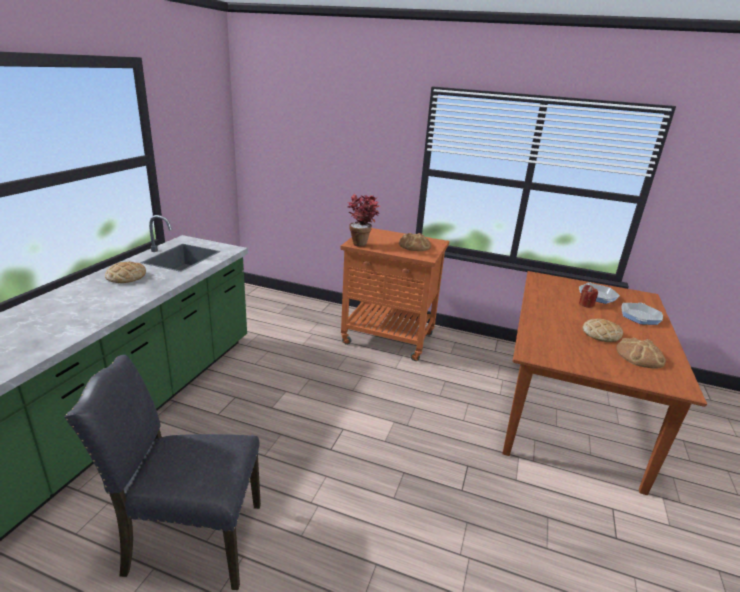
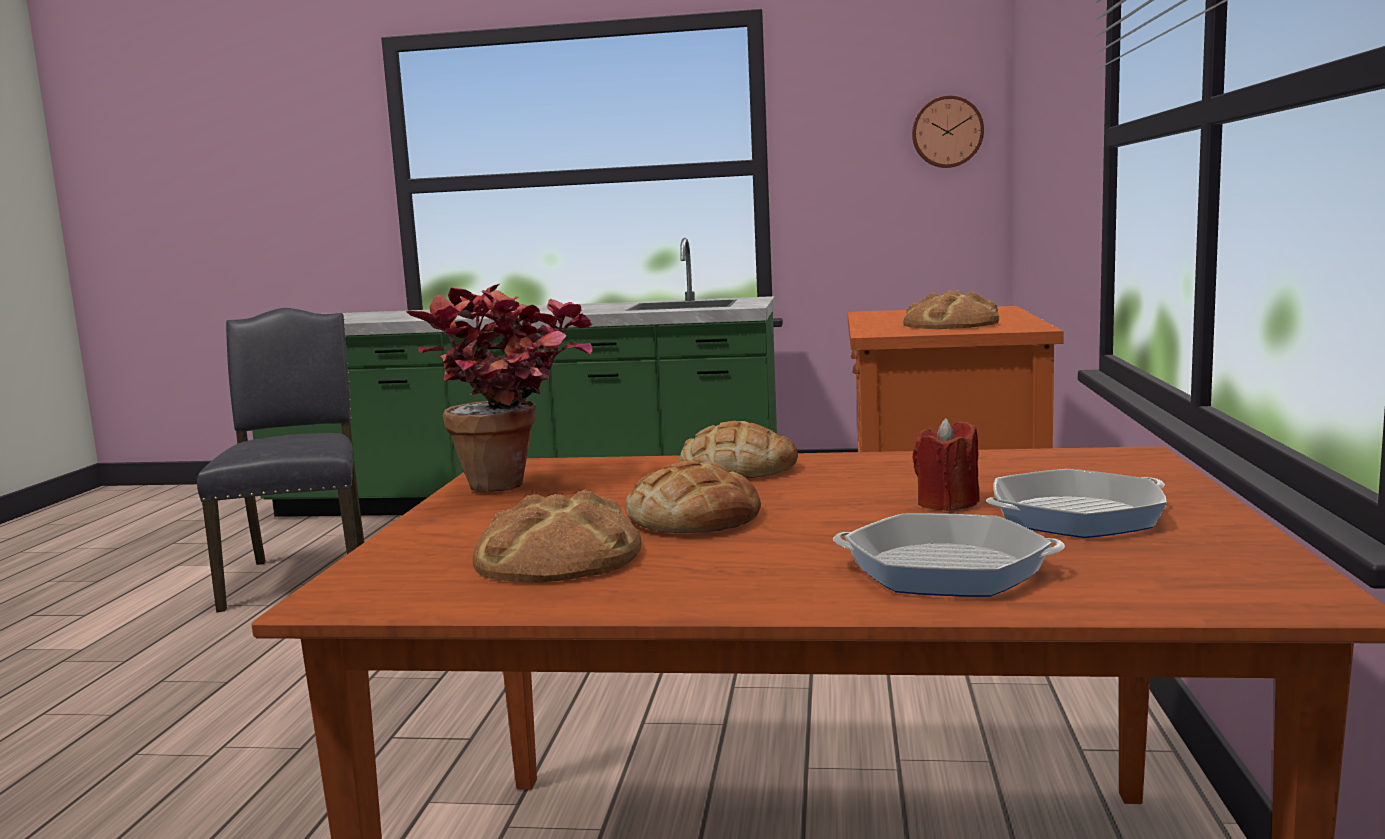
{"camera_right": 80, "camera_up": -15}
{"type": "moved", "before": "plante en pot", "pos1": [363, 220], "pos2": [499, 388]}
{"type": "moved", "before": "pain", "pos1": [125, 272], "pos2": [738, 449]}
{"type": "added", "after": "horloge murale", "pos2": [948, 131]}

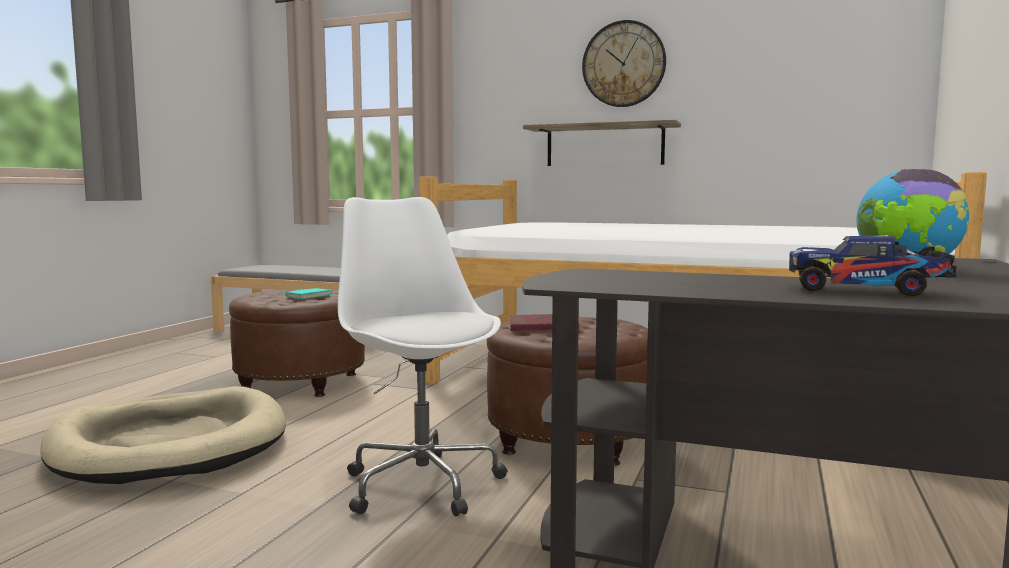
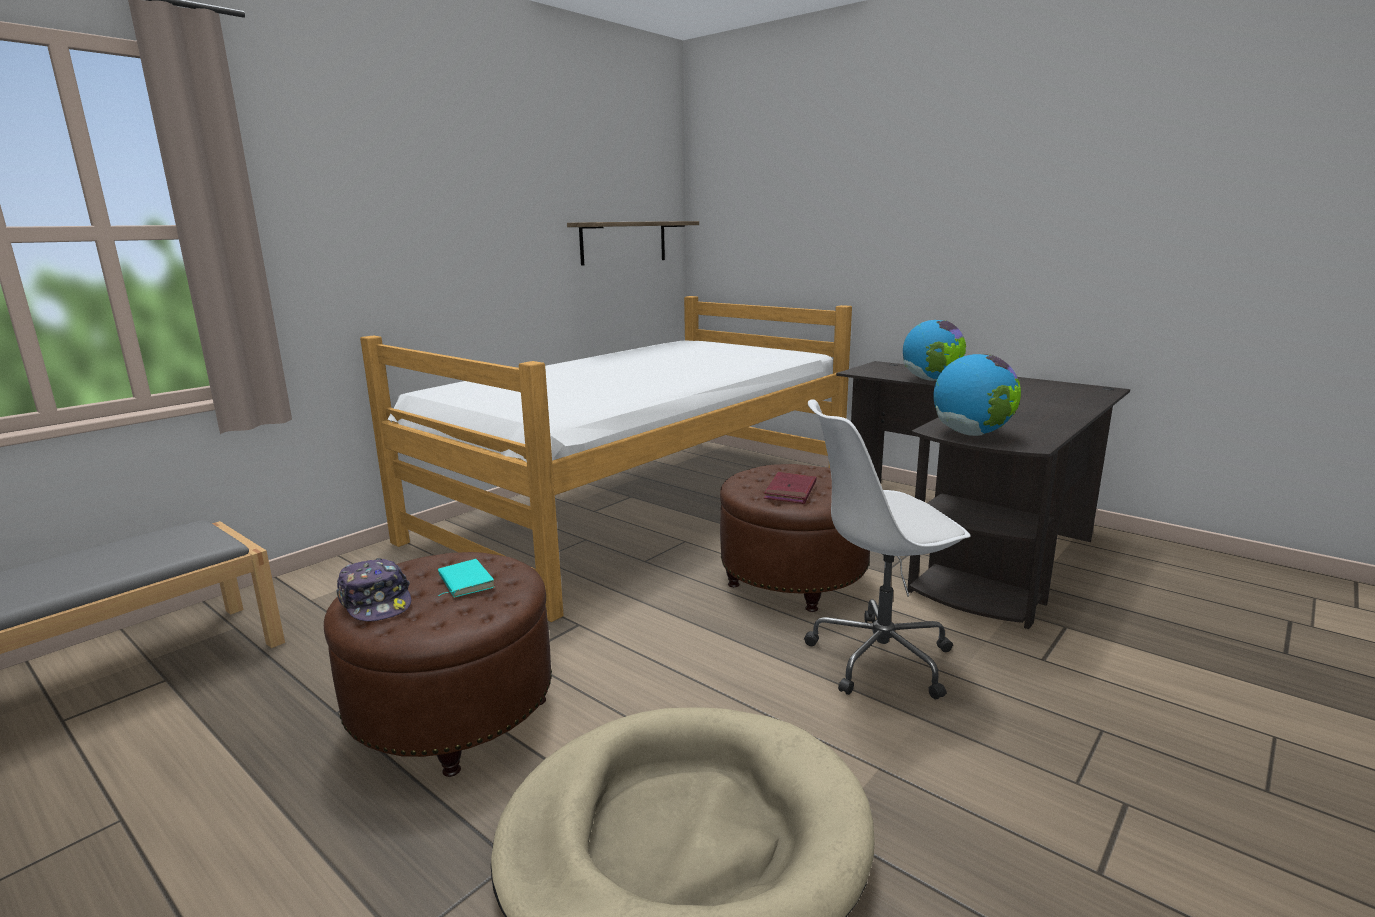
{"camera_right": -70, "camera_up": 10}
{"type": "removed", "before": "horloge murale", "pos1": [624, 63]}
{"type": "moved", "before": "étagère", "pos1": [602, 143], "pos2": [633, 243]}
{"type": "removed", "before": "camion jouet", "pos1": [873, 266]}
{"type": "added", "after": "globe", "pos2": [977, 395]}
{"type": "added", "after": "casquette", "pos2": [373, 589]}

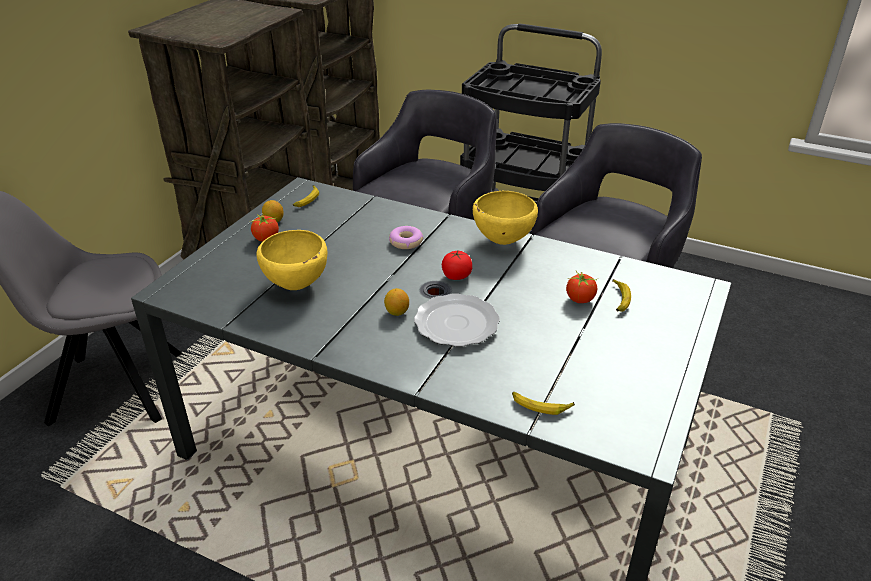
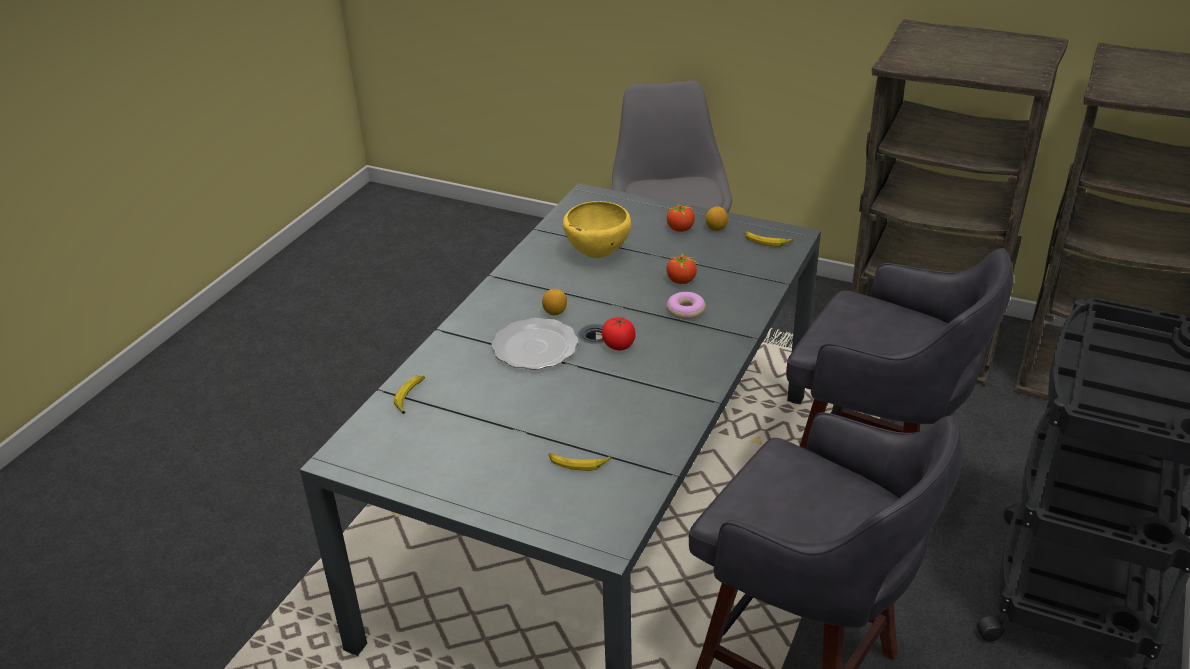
{"camera_right": 90, "camera_up": 0}
{"type": "removed", "before": "bol/jaune", "pos1": [505, 218]}
{"type": "moved", "before": "tomate", "pos1": [582, 287], "pos2": [682, 268]}

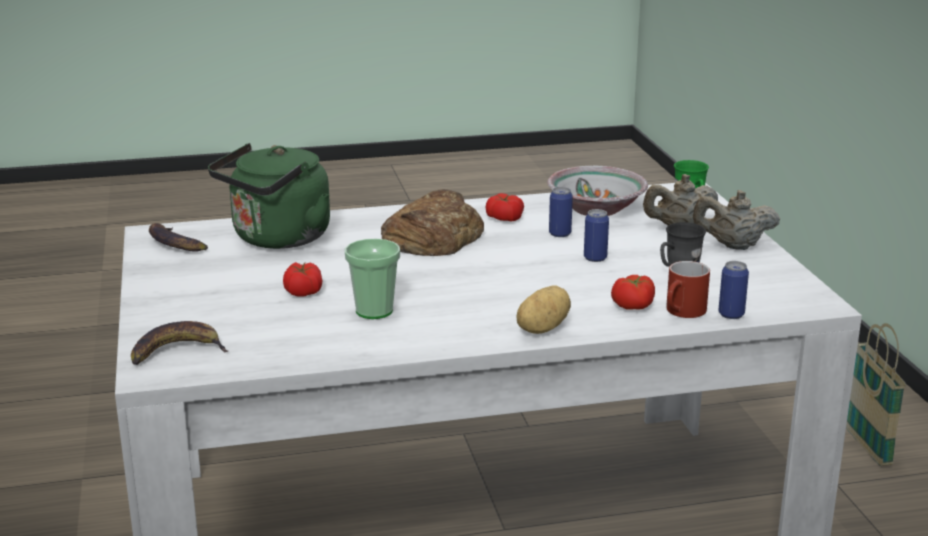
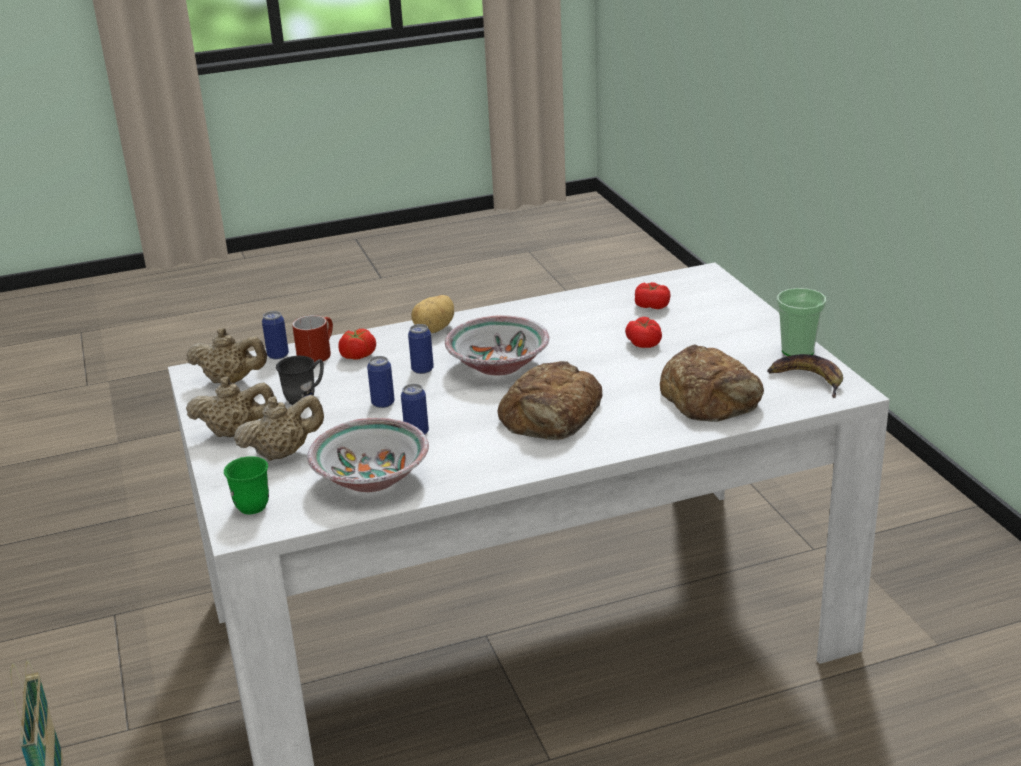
{"camera_right": 175, "camera_up": 5}
{"type": "replaced", "before": "bouilloire/vert", "after": "pain", "pos1": [269, 196], "pos2": [712, 383]}
{"type": "moved", "before": "tomate", "pos1": [505, 207], "pos2": [653, 295]}
{"type": "moved", "before": "tasse", "pos1": [372, 279], "pos2": [801, 322]}
{"type": "removed", "before": "banane", "pos1": [179, 343]}
{"type": "added", "after": "bol", "pos2": [497, 345]}
{"type": "added", "after": "boîte métallique", "pos2": [421, 349]}
{"type": "added", "after": "théière/beige", "pos2": [226, 355]}

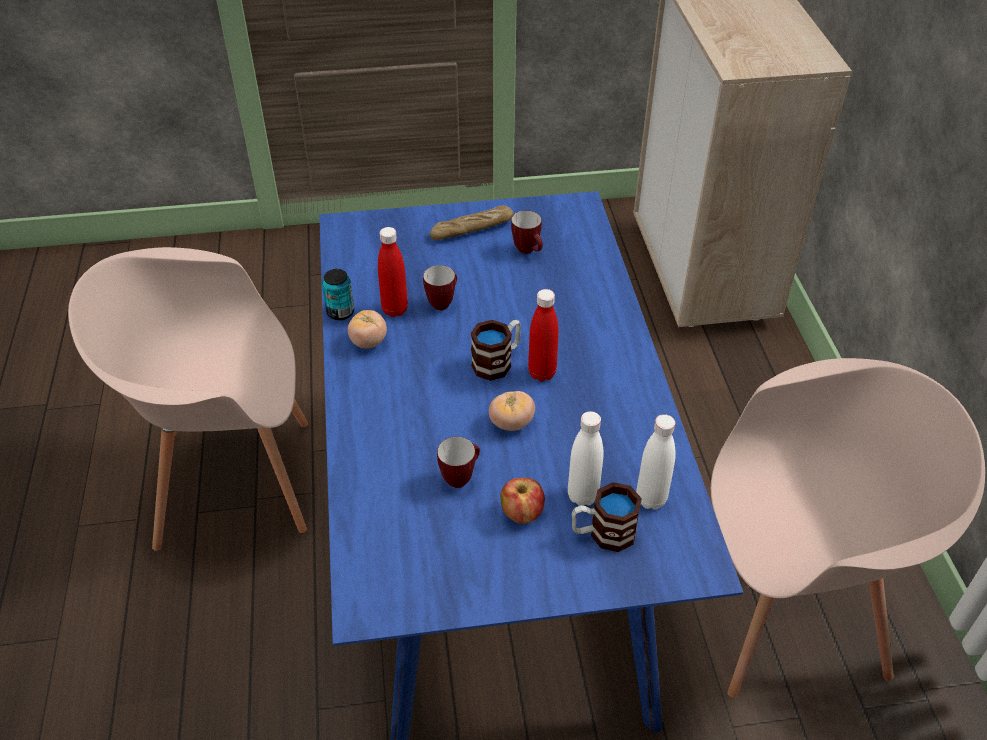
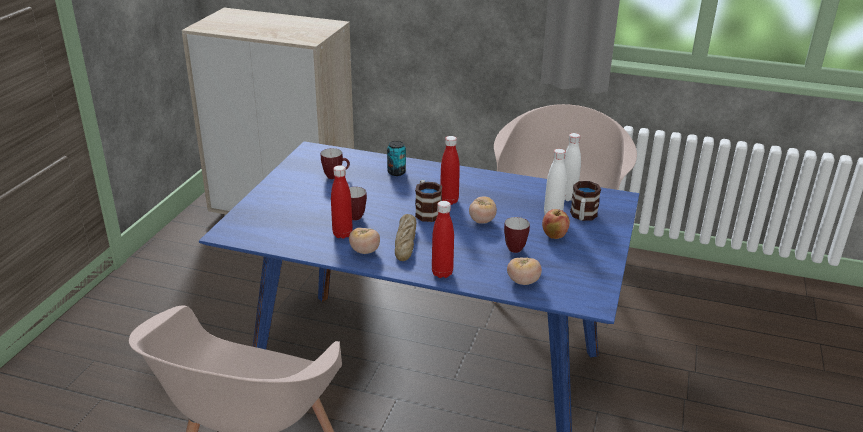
{"camera_right": -65, "camera_up": -15}
{"type": "moved", "before": "pain", "pos1": [472, 222], "pos2": [405, 237]}
{"type": "moved", "before": "boîte métallique", "pos1": [338, 294], "pos2": [396, 158]}
{"type": "added", "after": "bouteille/rouge", "pos2": [443, 239]}
{"type": "added", "after": "tomate", "pos2": [524, 271]}

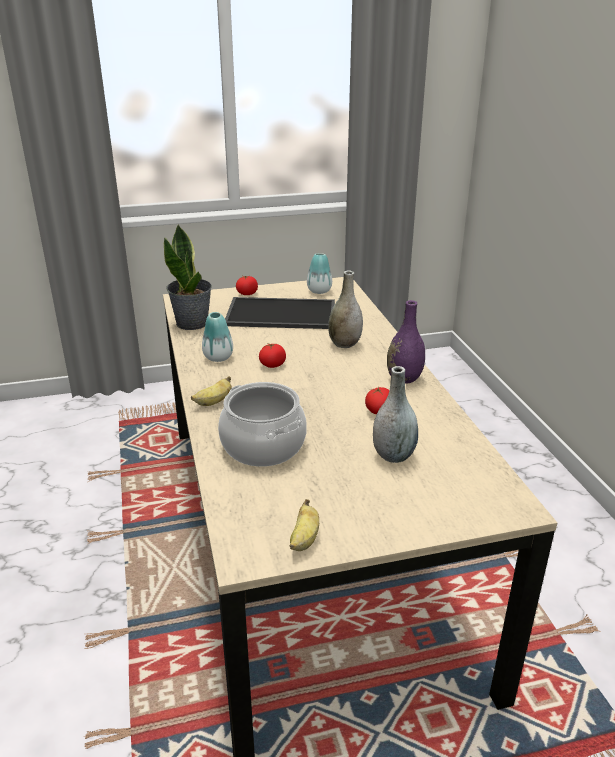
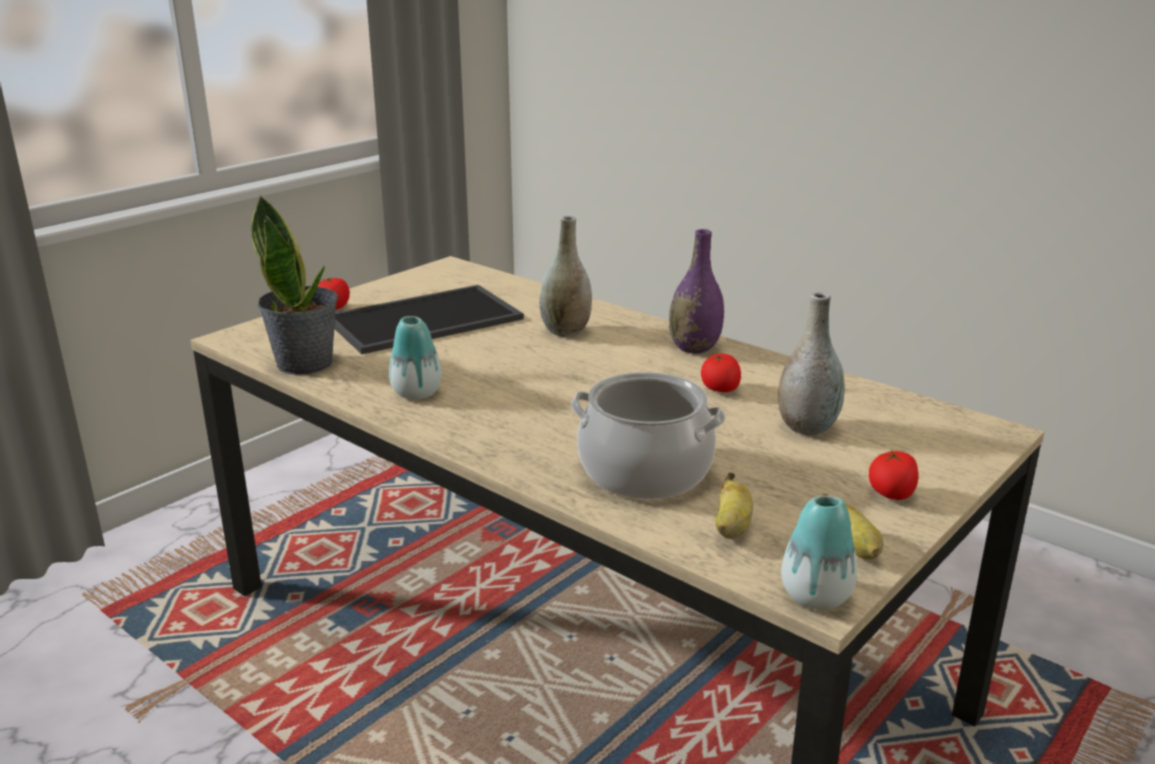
{"camera_right": -35, "camera_up": -5}
{"type": "moved", "before": "vase", "pos1": [319, 273], "pos2": [819, 552]}
{"type": "moved", "before": "tomate", "pos1": [272, 355], "pos2": [893, 475]}
{"type": "moved", "before": "banane", "pos1": [211, 391], "pos2": [734, 505]}

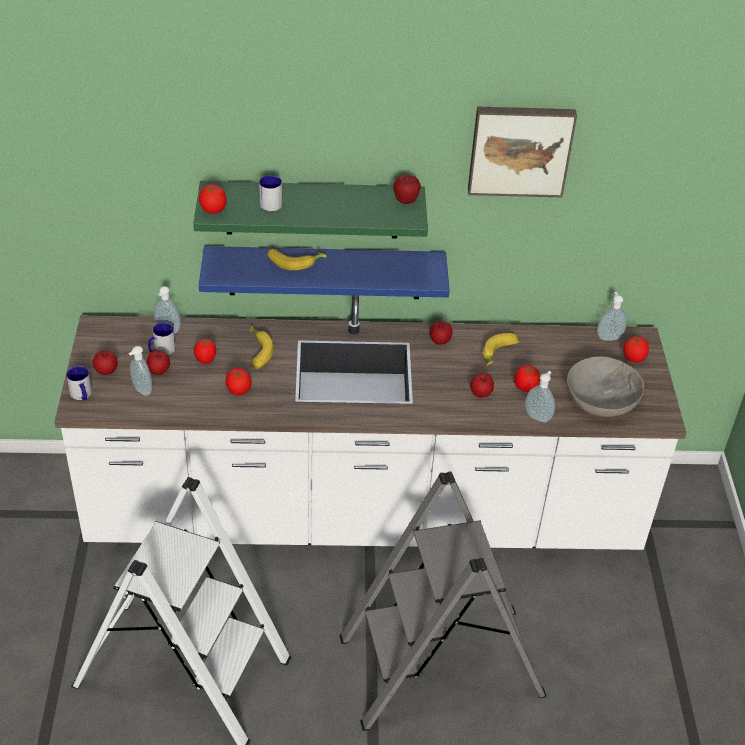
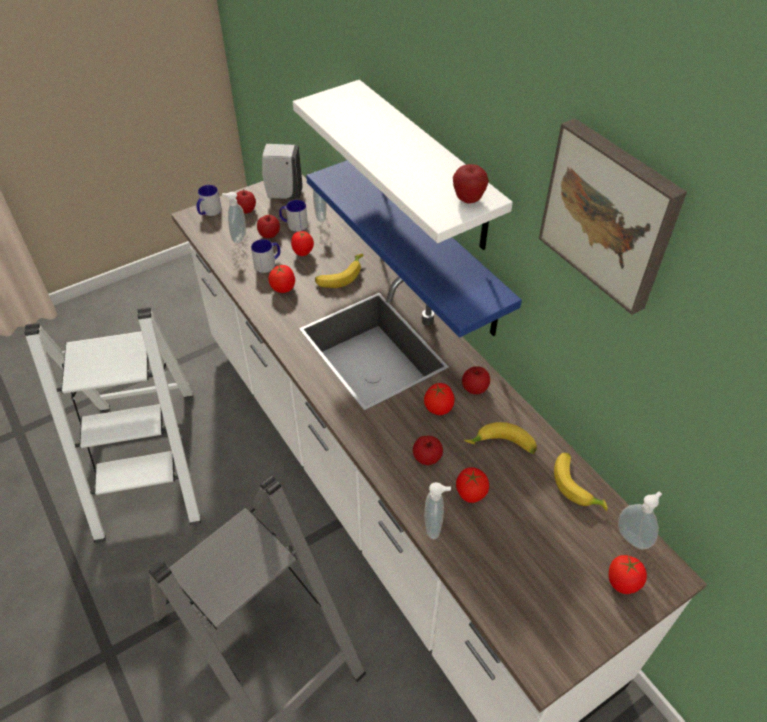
{"camera_right": 60, "camera_up": 5}
{"type": "moved", "before": "mug", "pos1": [270, 193], "pos2": [265, 256]}
{"type": "recoloured", "before": "étagère/vert", "after": "étagère/blanc", "pos1": [310, 209], "pos2": [403, 165]}
{"type": "moved", "before": "tomate", "pos1": [213, 199], "pos2": [439, 399]}
{"type": "moved", "before": "banane", "pos1": [297, 260], "pos2": [581, 481]}
{"type": "removed", "before": "bol/gris", "pos1": [605, 386]}
{"type": "added", "after": "distributeur de savon/blanc", "pos2": [282, 171]}

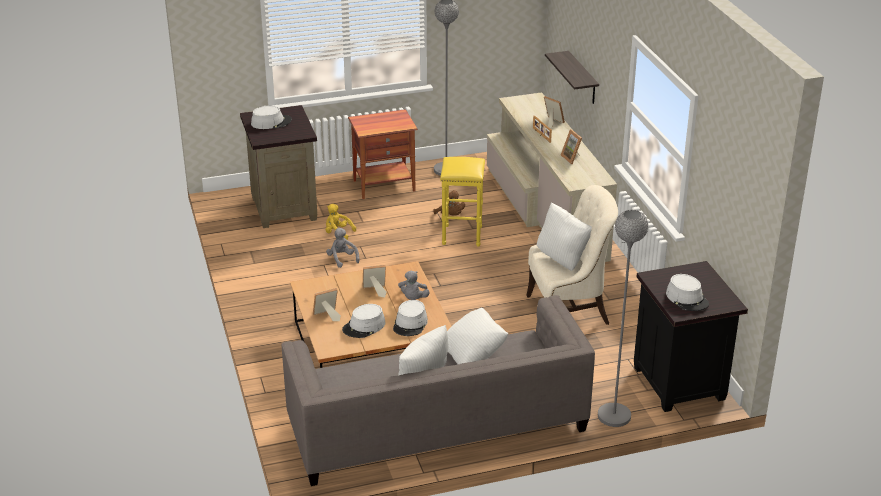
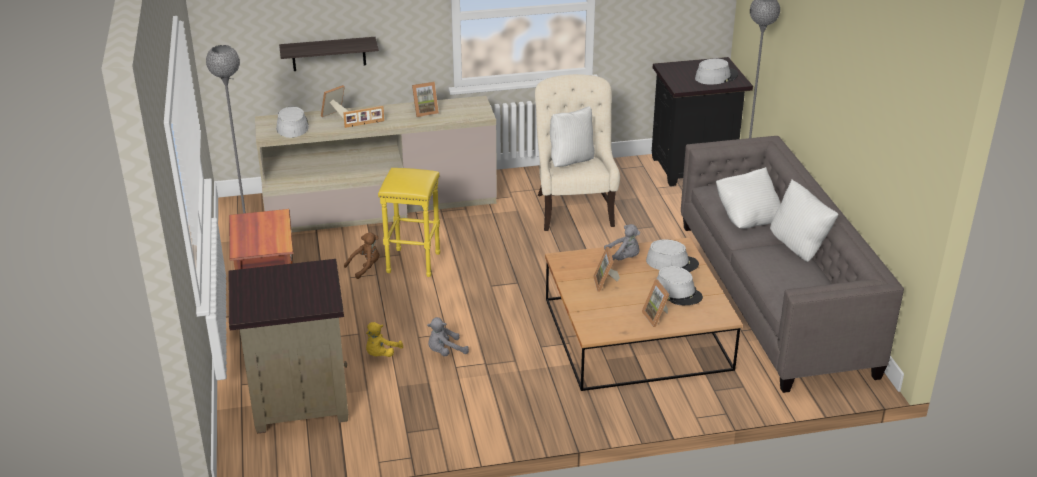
{"camera_right": -85, "camera_up": 0}
{"type": "moved", "before": "chapeau/gris", "pos1": [271, 117], "pos2": [292, 122]}

